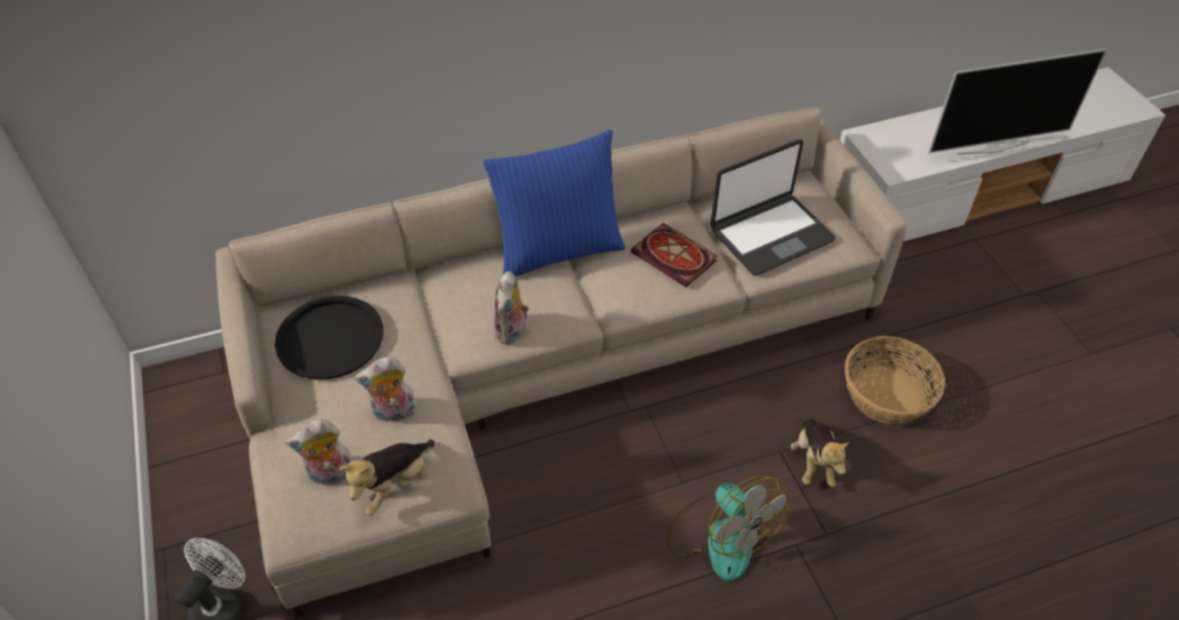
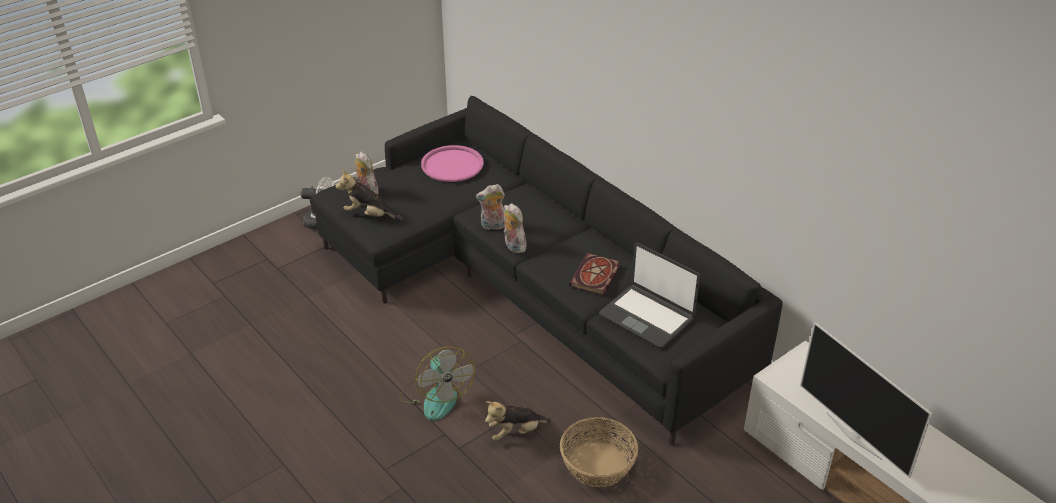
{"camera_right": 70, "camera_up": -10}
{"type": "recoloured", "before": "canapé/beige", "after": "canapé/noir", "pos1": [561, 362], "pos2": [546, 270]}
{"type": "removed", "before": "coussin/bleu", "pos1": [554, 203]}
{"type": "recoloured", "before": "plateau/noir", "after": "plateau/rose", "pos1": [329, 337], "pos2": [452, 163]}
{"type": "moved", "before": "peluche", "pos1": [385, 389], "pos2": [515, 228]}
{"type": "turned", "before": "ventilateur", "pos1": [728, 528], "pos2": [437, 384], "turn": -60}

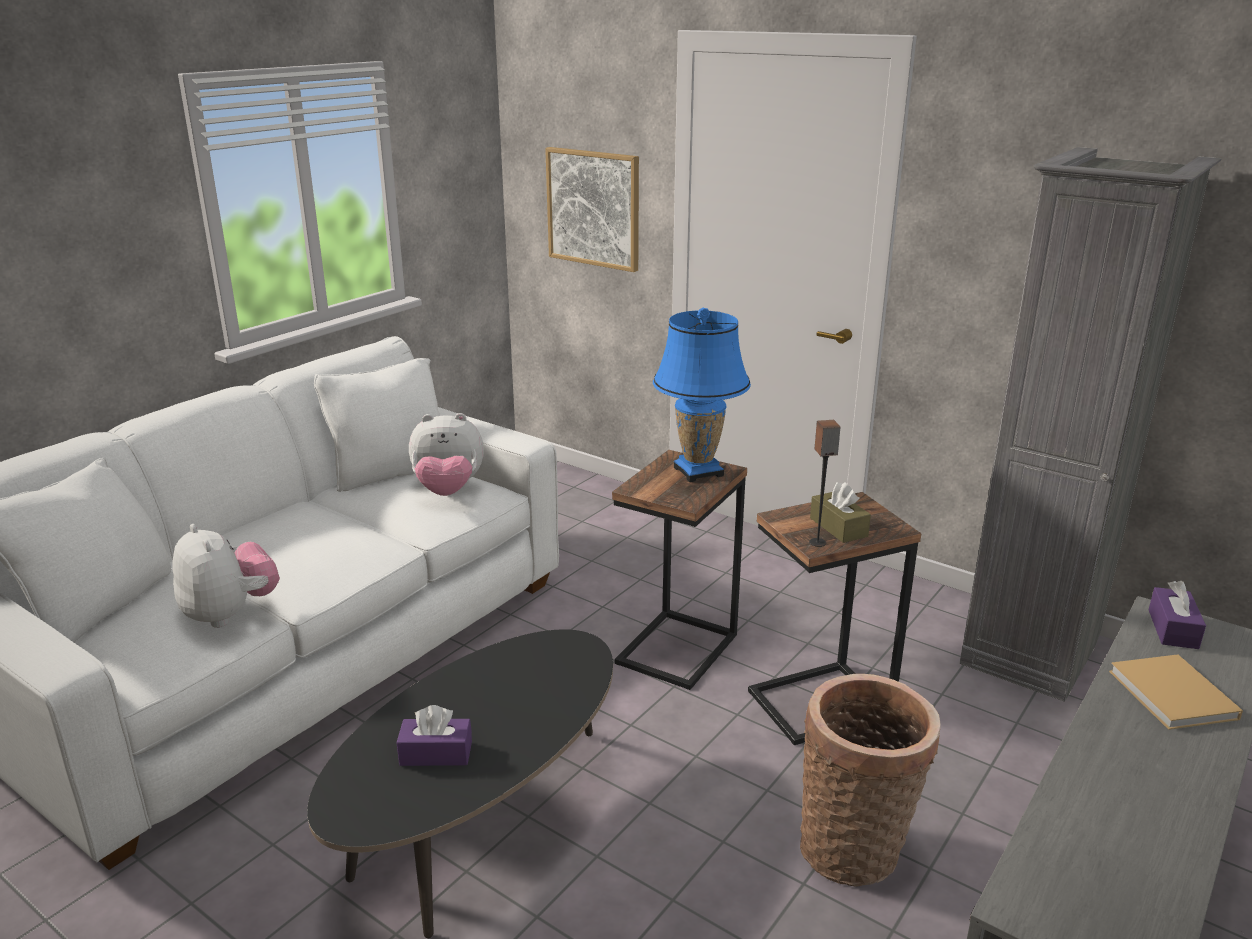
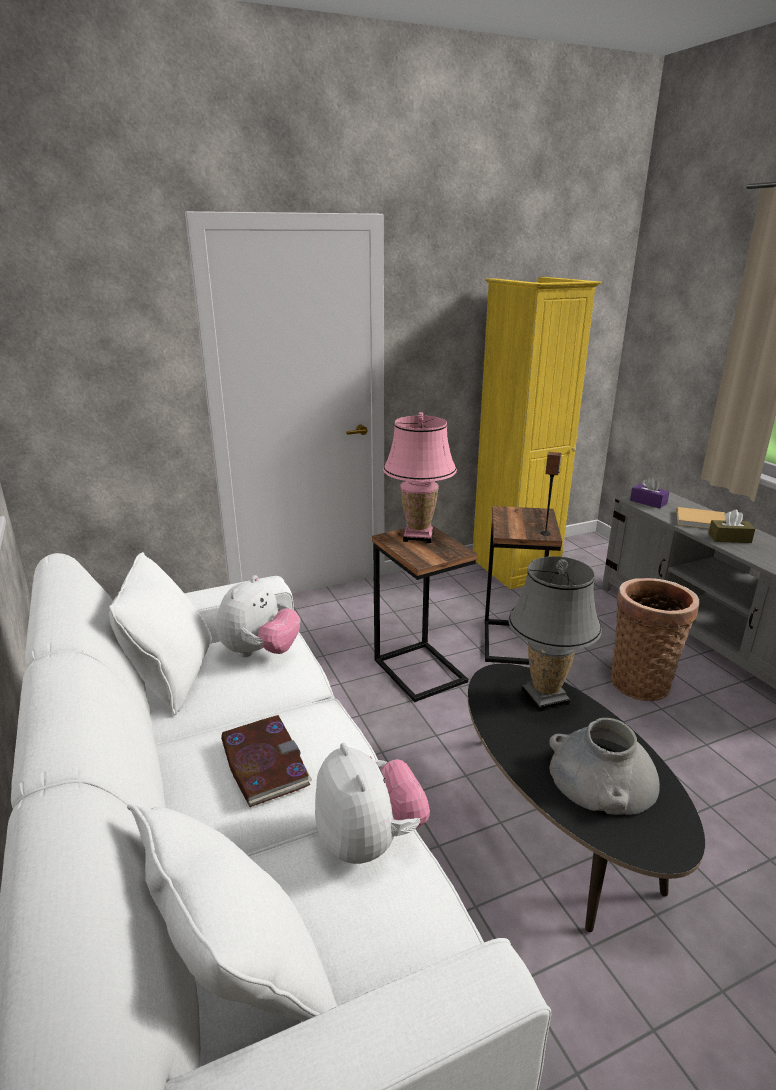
{"camera_right": -60, "camera_up": 0}
{"type": "removed", "before": "tableau", "pos1": [592, 209]}
{"type": "recoloured", "before": "meuble de rangement/gris", "after": "meuble de rangement/jaune", "pos1": [1091, 424], "pos2": [537, 433]}
{"type": "recoloured", "before": "lampe de table/bleu", "after": "lampe de table/rose", "pos1": [702, 395], "pos2": [420, 477]}
{"type": "moved", "before": "boîte à mouchoirs/marron", "pos1": [840, 512], "pos2": [731, 526]}
{"type": "turned", "before": "peluche", "pos1": [226, 576], "pos2": [372, 803], "turn": 75}
{"type": "replaced", "before": "boîte à mouchoirs/violet", "after": "vase/gris", "pos1": [434, 735], "pos2": [604, 766]}
{"type": "added", "after": "lampe de table/gris", "pos2": [555, 634]}
{"type": "added", "after": "livre", "pos2": [266, 761]}

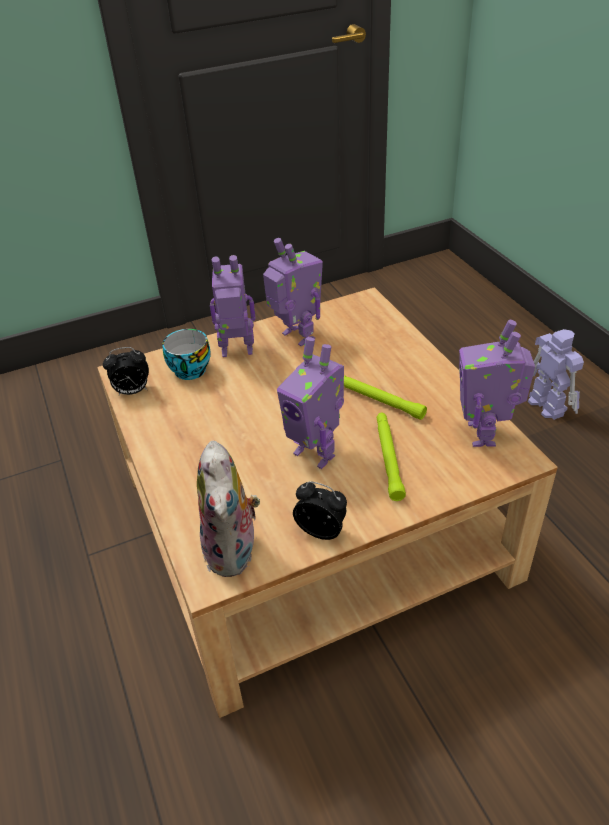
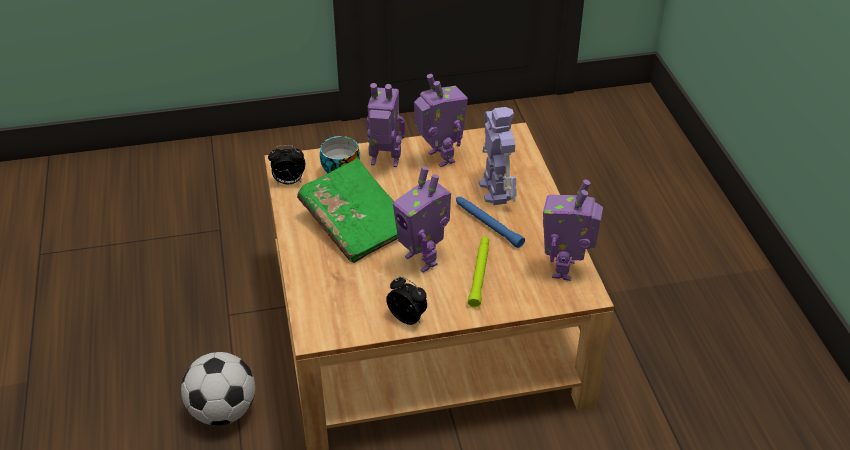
{"camera_right": 10, "camera_up": 0}
{"type": "moved", "before": "robot jouet", "pos1": [556, 374], "pos2": [497, 156]}
{"type": "recoloured", "before": "lampe de poche/vert", "after": "lampe de poche/bleu", "pos1": [385, 397], "pos2": [490, 222]}
{"type": "removed", "before": "peluche", "pos1": [228, 509]}
{"type": "added", "after": "livre/vert", "pos2": [347, 210]}
{"type": "added", "after": "ballon de foot", "pos2": [218, 389]}

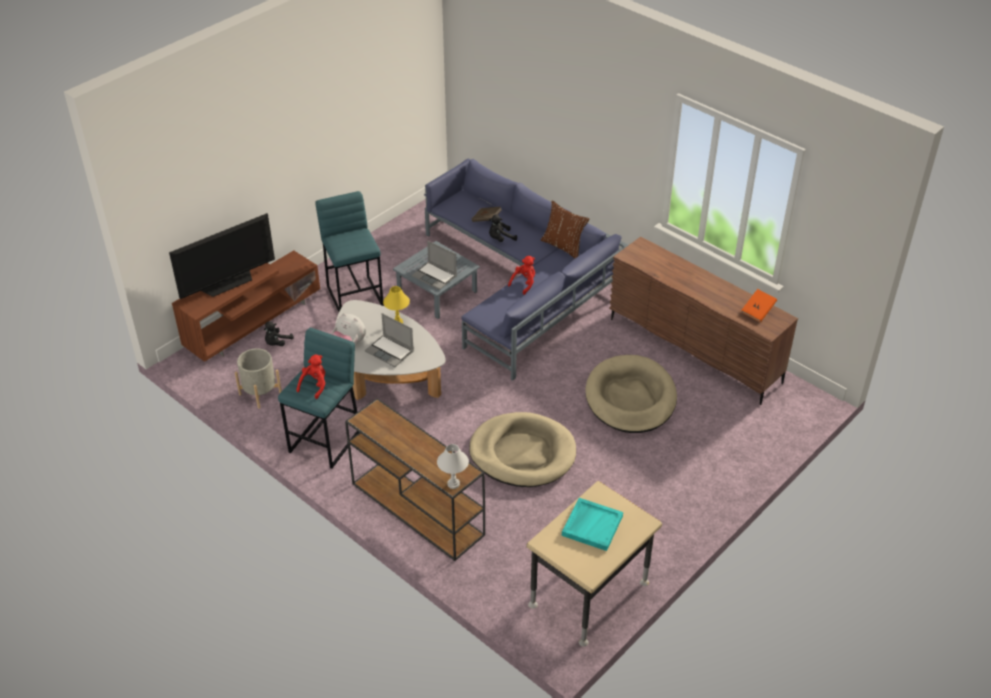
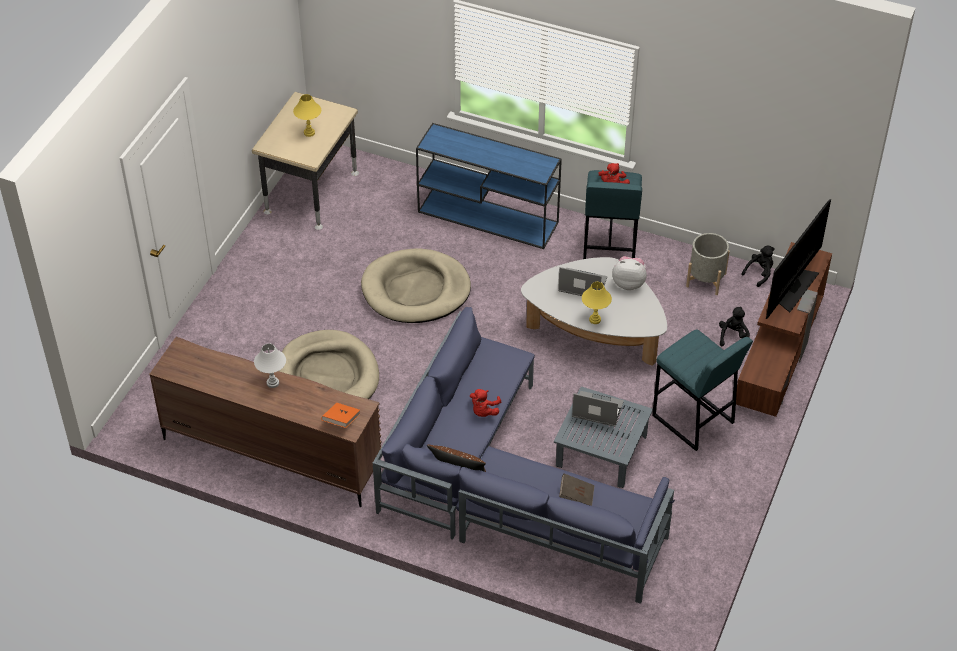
{"camera_right": 160, "camera_up": 5}
{"type": "moved", "before": "peluche/noir", "pos1": [503, 228], "pos2": [758, 266]}
{"type": "moved", "before": "livre/orange", "pos1": [759, 305], "pos2": [340, 415]}
{"type": "recoloured", "before": "table console/marron", "after": "table console/bleu", "pos1": [415, 479], "pos2": [489, 186]}
{"type": "moved", "before": "lampe de table/blanc", "pos1": [453, 466], "pos2": [270, 365]}
{"type": "replaced", "before": "plateau/turquoise", "after": "lampe de table/jaune", "pos1": [592, 524], "pos2": [307, 115]}

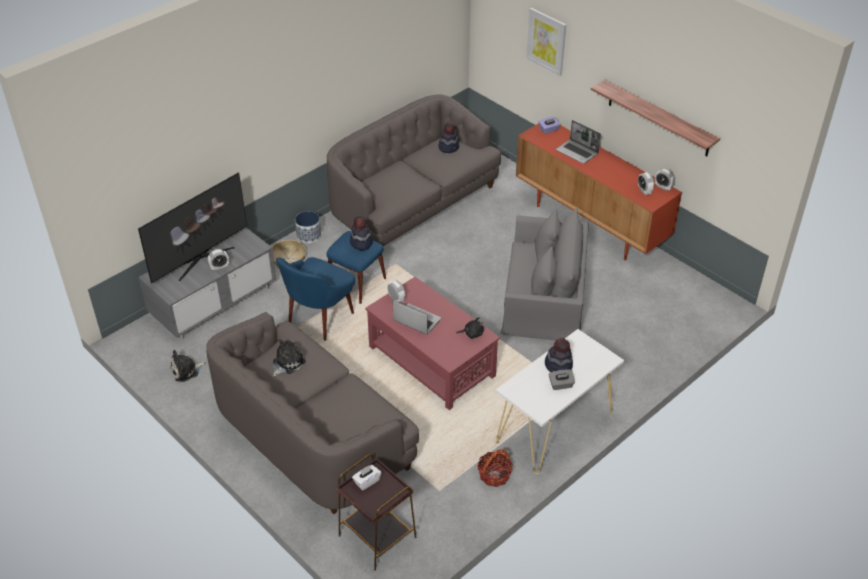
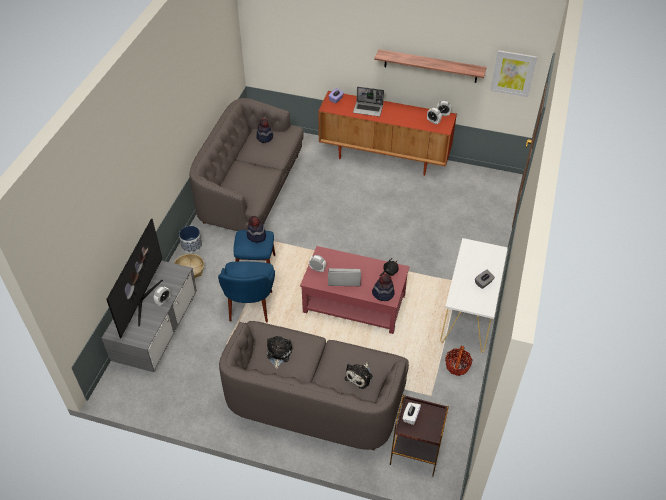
{"camera_right": -30, "camera_up": 5}
{"type": "moved", "before": "tableau", "pos1": [546, 42], "pos2": [513, 73]}
{"type": "removed", "before": "fauteuil/gris", "pos1": [545, 274]}
{"type": "moved", "before": "chapeau", "pos1": [559, 355], "pos2": [383, 287]}
{"type": "moved", "before": "peluche", "pos1": [188, 366], "pos2": [359, 375]}

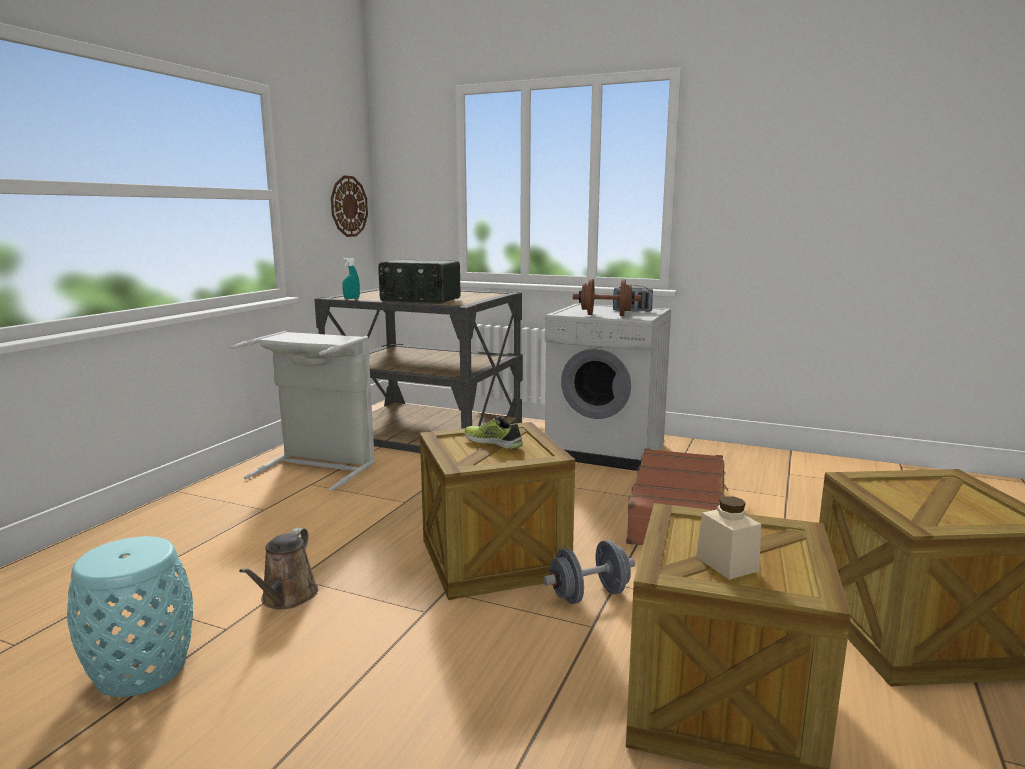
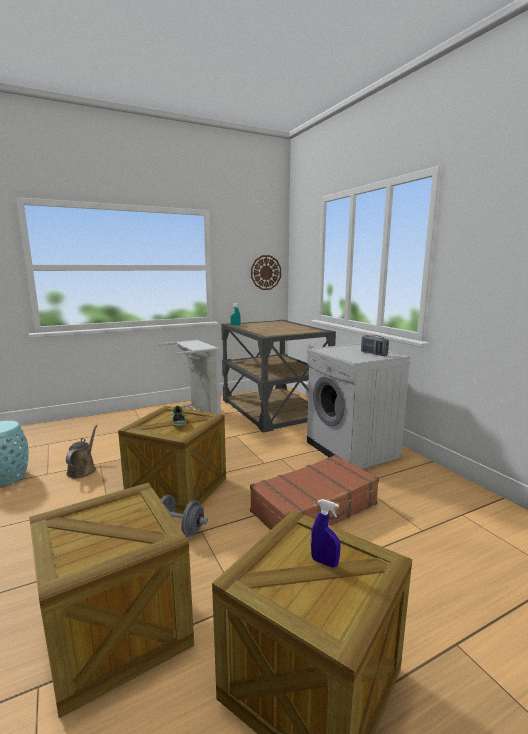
{"camera_right": 40, "camera_up": 0}
{"type": "removed", "before": "radio", "pos1": [419, 281]}
{"type": "removed", "before": "haltère/marron", "pos1": [607, 297]}
{"type": "removed", "before": "bocal/beige", "pos1": [728, 538]}
{"type": "turned", "before": "arrosoir/marron", "pos1": [278, 568], "pos2": [81, 451], "turn": 135}
{"type": "added", "after": "vaporisateur/bleu", "pos2": [326, 533]}

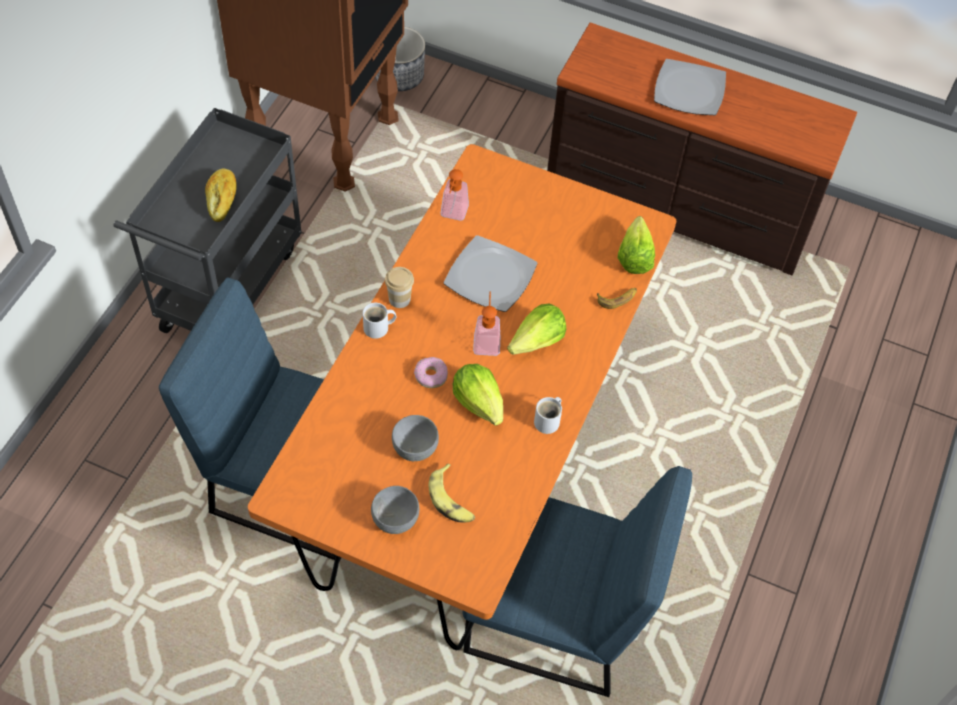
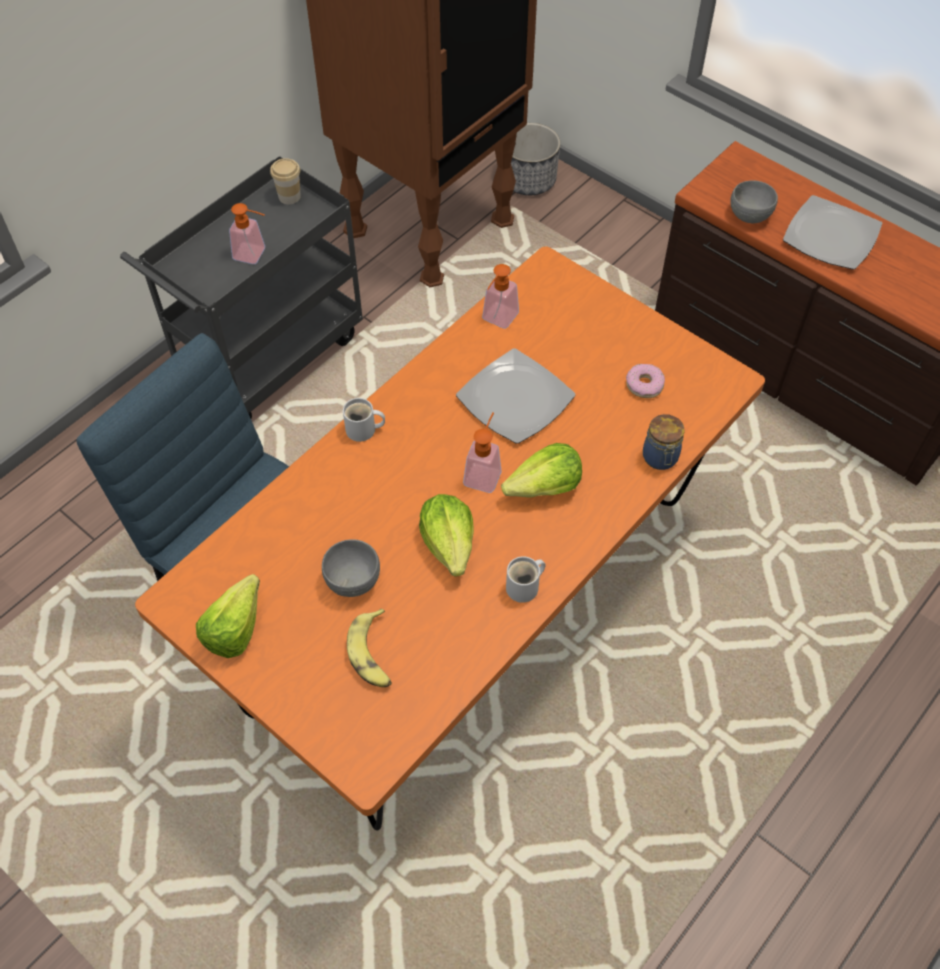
{"camera_right": 20, "camera_up": 0}
{"type": "replaced", "before": "pain", "after": "distributeur de savon", "pos1": [221, 195], "pos2": [247, 233]}
{"type": "moved", "before": "laitue", "pos1": [636, 245], "pos2": [228, 616]}
{"type": "moved", "before": "tasse", "pos1": [399, 287], "pos2": [285, 181]}
{"type": "replaced", "before": "banane", "after": "bocal", "pos1": [617, 298], "pos2": [663, 442]}
{"type": "moved", "before": "beignet", "pos1": [431, 372], "pos2": [645, 381]}
{"type": "removed", "before": "chaise/bleu", "pos1": [577, 581]}
{"type": "moved", "before": "bol/gris", "pos1": [395, 510], "pos2": [754, 201]}

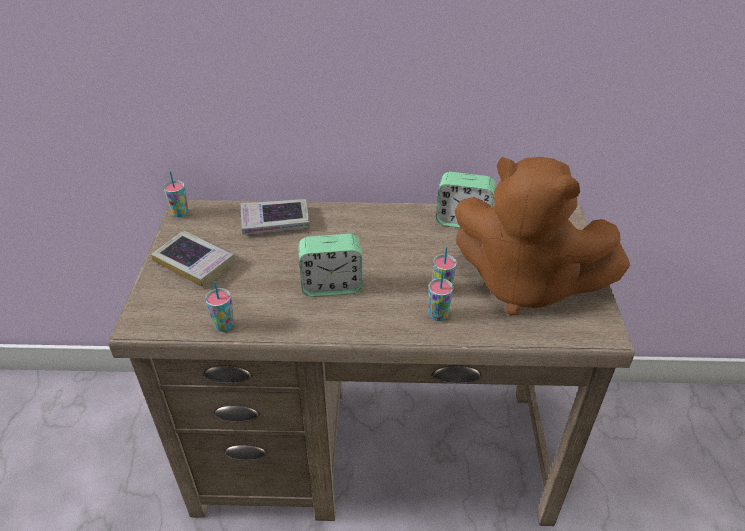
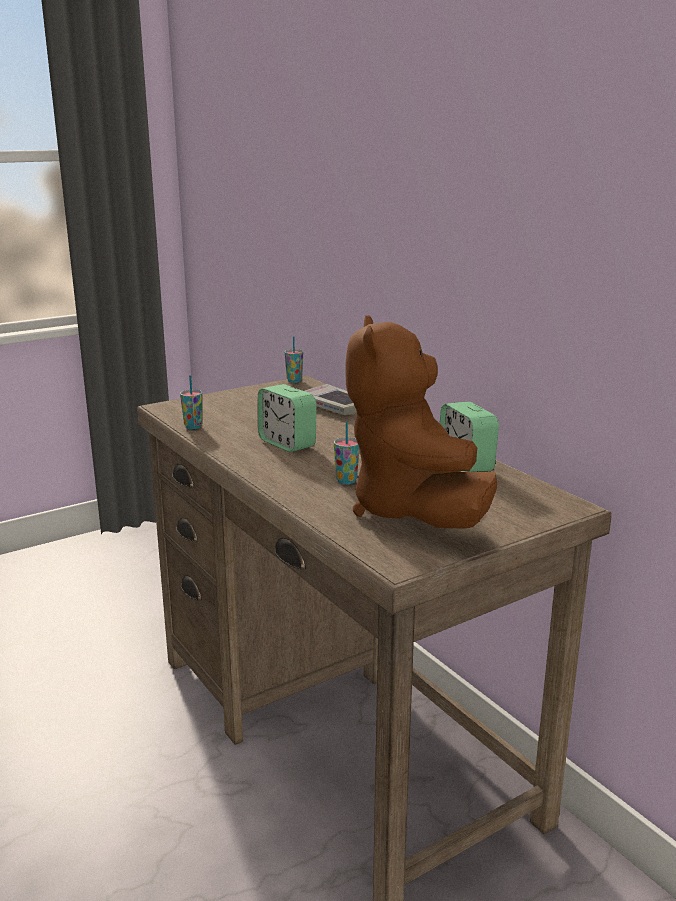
{"camera_right": 55, "camera_up": -20}
{"type": "removed", "before": "livre", "pos1": [193, 259]}
{"type": "removed", "before": "tasse", "pos1": [440, 296]}

